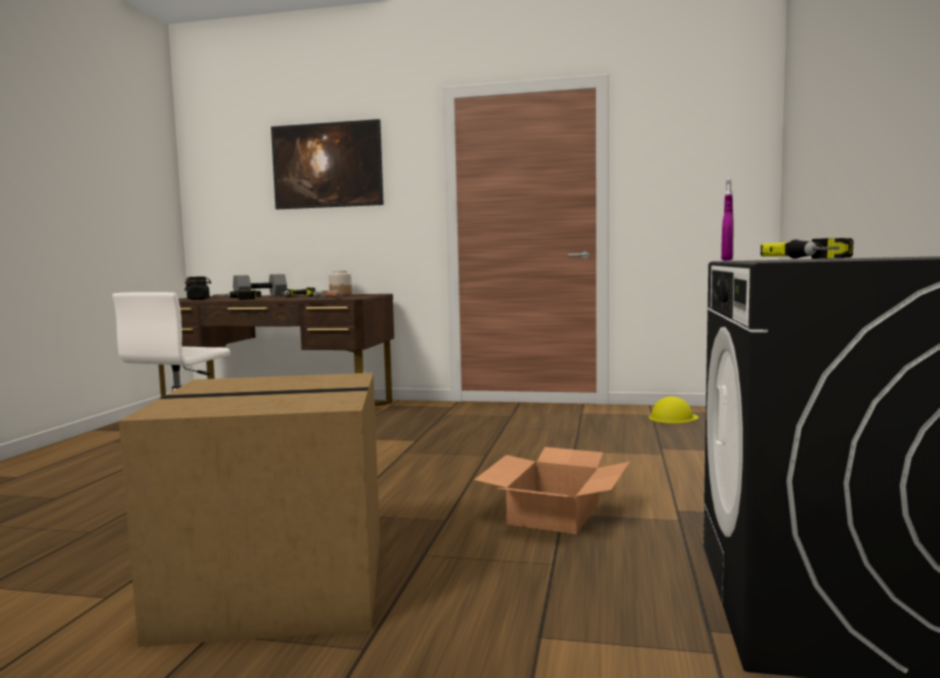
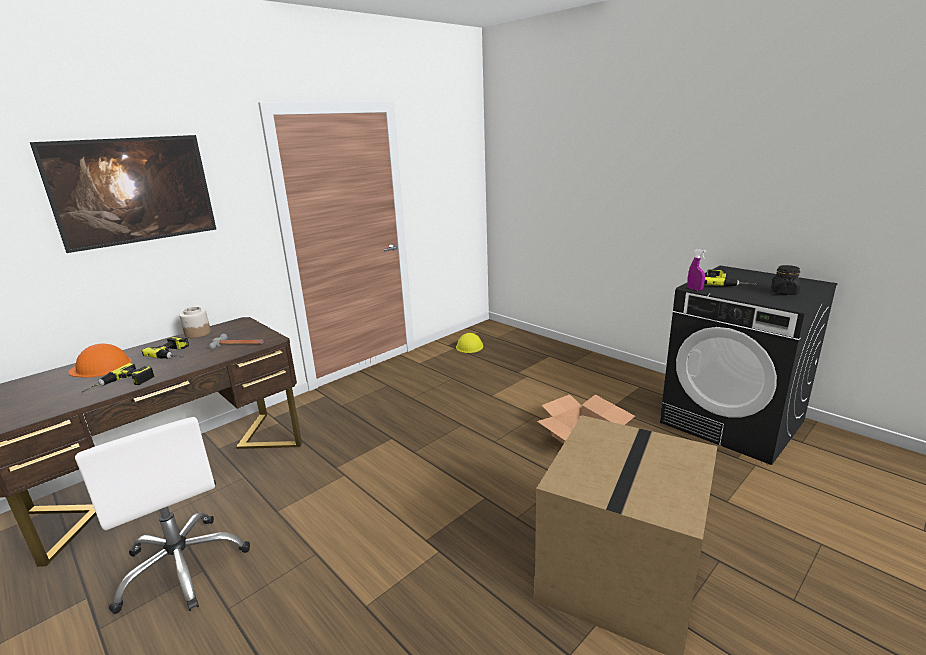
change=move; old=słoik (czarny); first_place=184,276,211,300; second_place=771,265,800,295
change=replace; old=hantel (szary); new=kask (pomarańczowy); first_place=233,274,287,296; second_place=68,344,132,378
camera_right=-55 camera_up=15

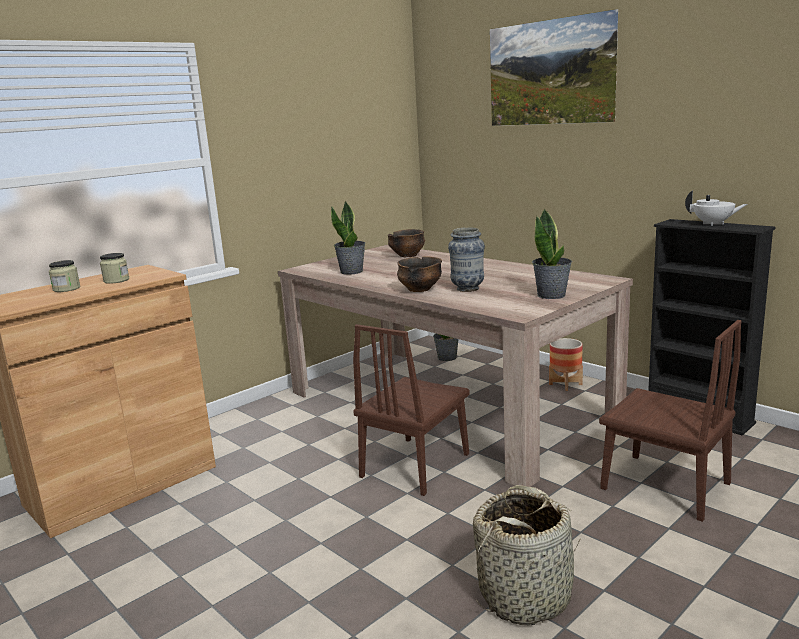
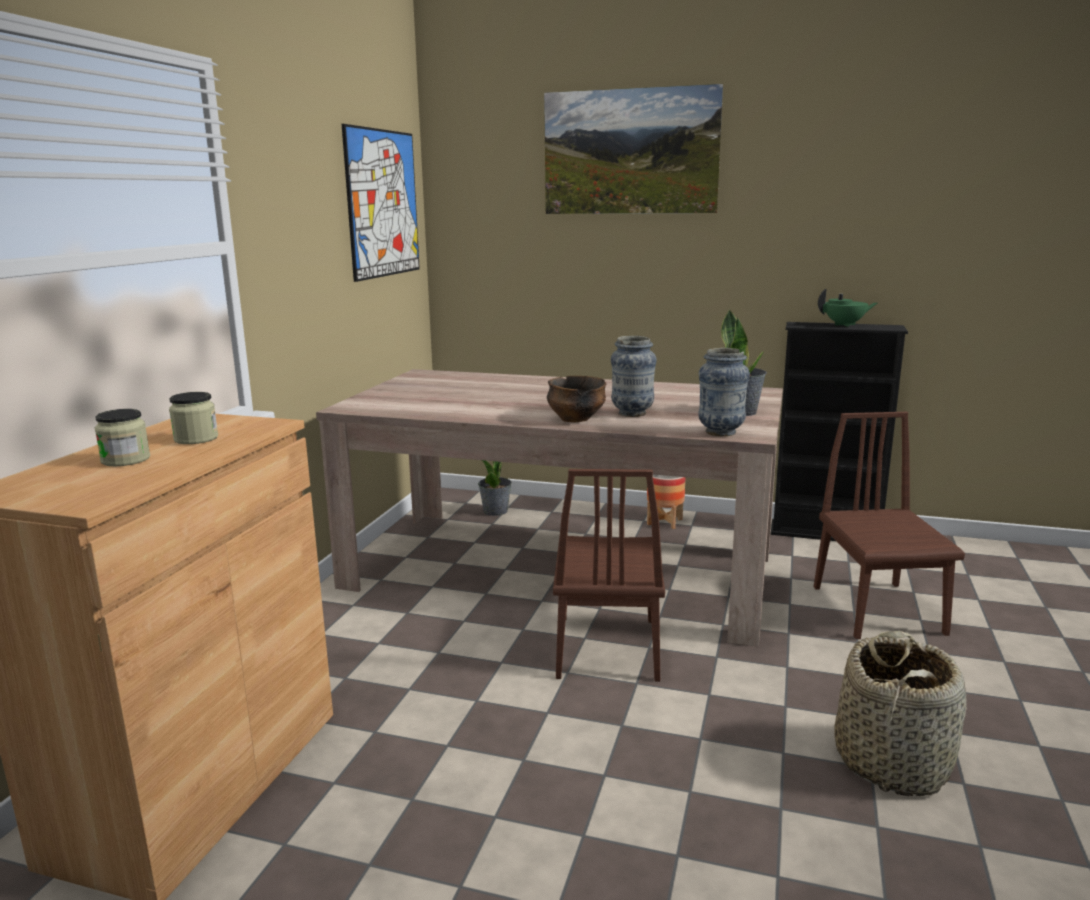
change=delete; old=roślina doniczkowa; first_place=331,201,365,275
change=delete; old=miska; first_place=388,229,425,257
change=insert; new=obraz; second_place=342,124,420,282
change=insert; new=wazon; second_place=698,348,750,436
change=recolor; old=imbryk (biały); new=imbryk (zielony); first_place=685,190,748,226; second_place=818,289,877,327
change=rotate; old=krzesło (brązowy); first_place=599,320,741,522; second_place=814,412,965,639; degrees=-105
camera_right=-30 camera_up=0

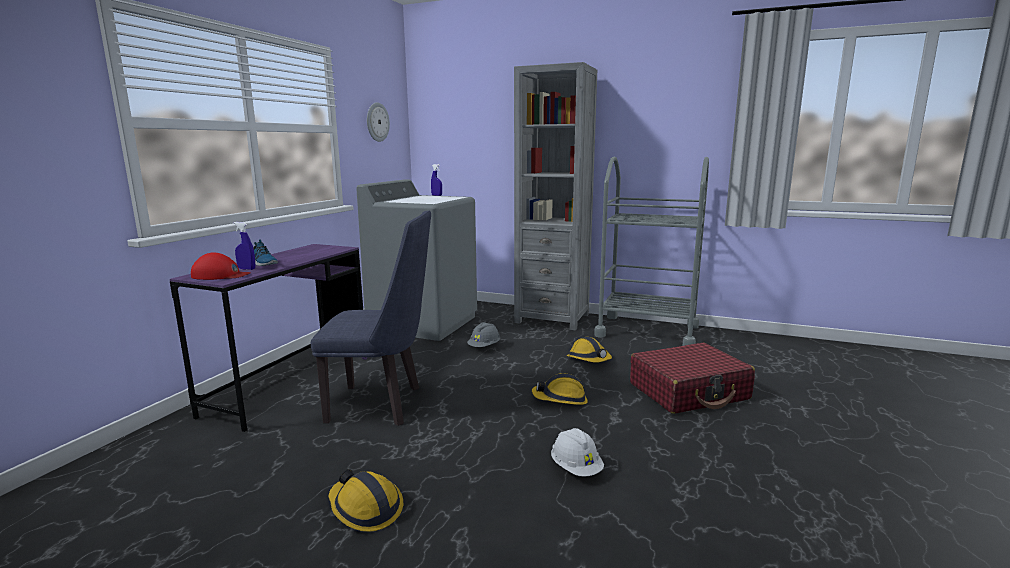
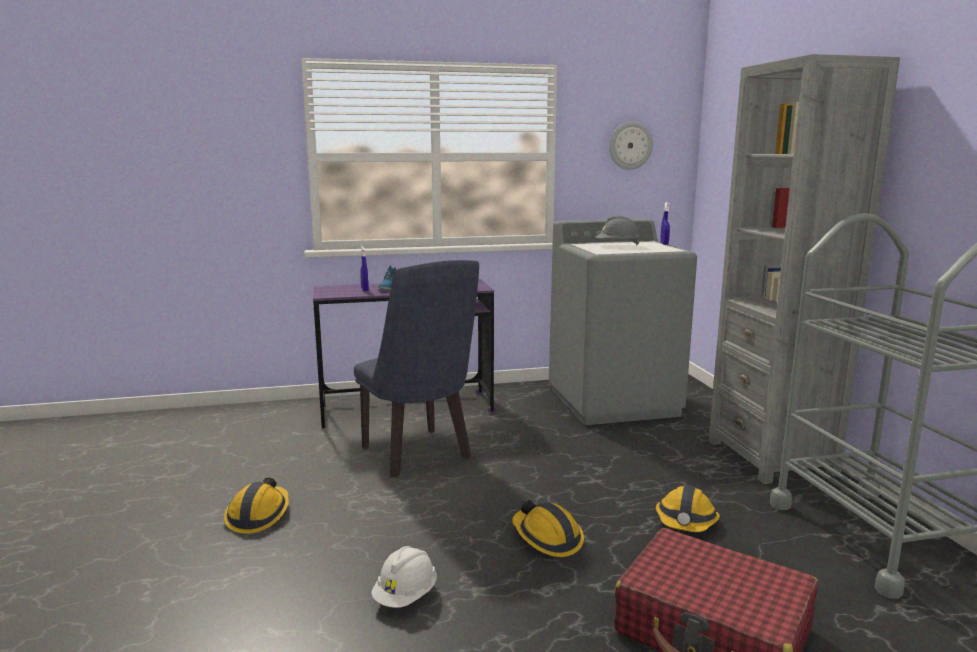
change=delete; old=czapka z daszkiem (czerwony); first_place=191,252,251,280
change=move; old=kask (szary); first_place=467,322,500,347; second_place=596,215,640,246
camera_right=55 camera_up=0

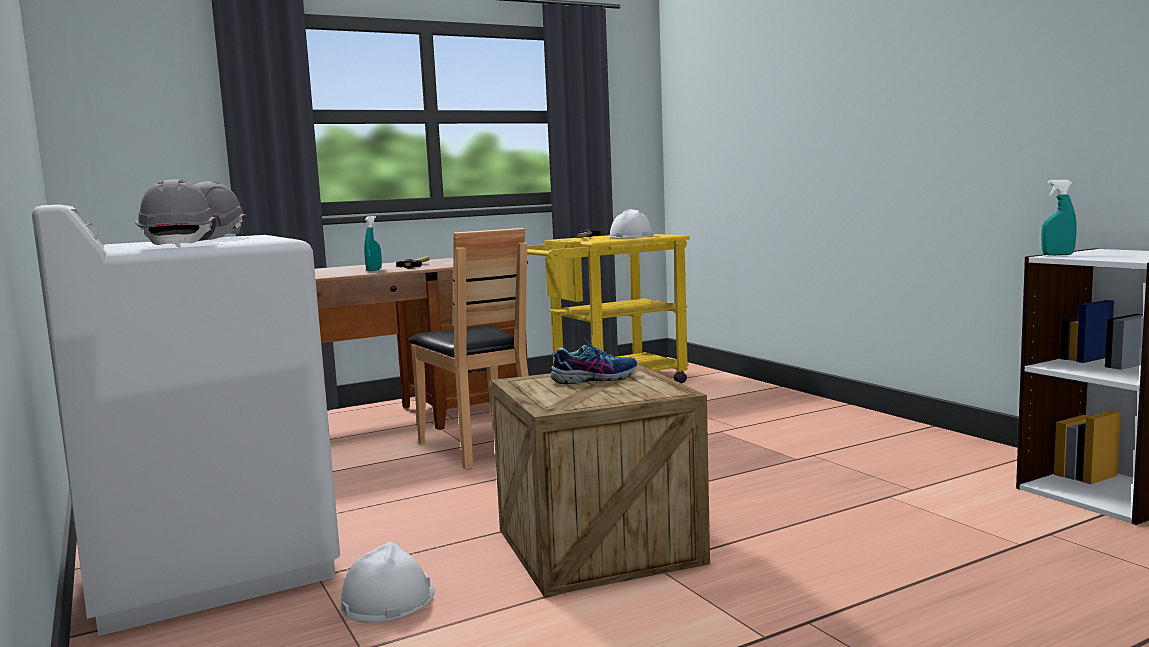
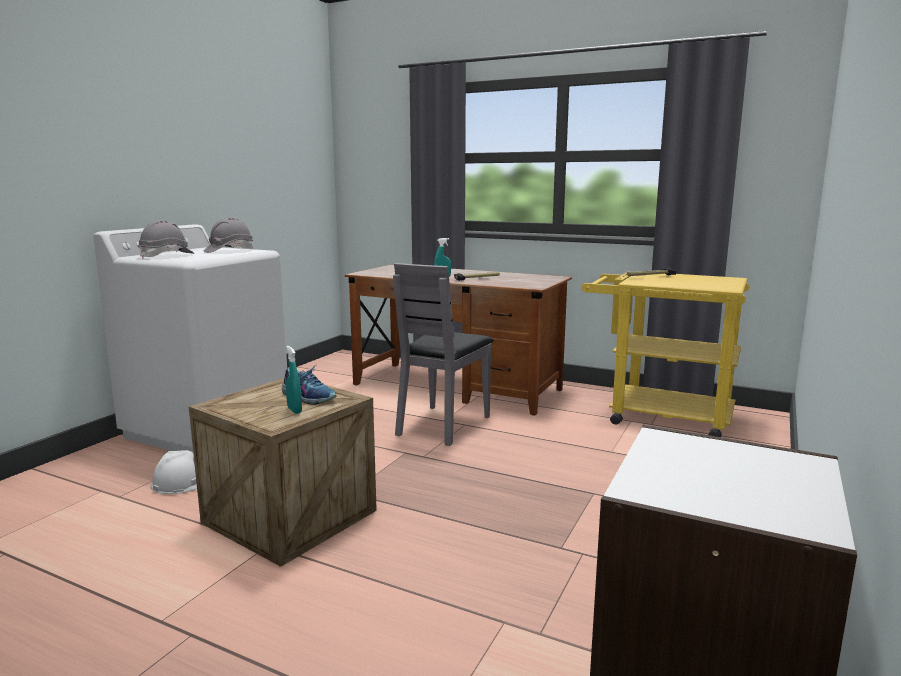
change=delete; old=kask (biały); first_place=609,209,654,238
change=move; old=spryskiwacz (turkusowy); first_place=1041,179,1076,255; second_place=286,346,302,414
change=recolor; old=krzesło (brązowy); new=krzesło (szary); first_place=408,228,529,470; second_place=393,263,494,446
camera_right=55 camera_up=5

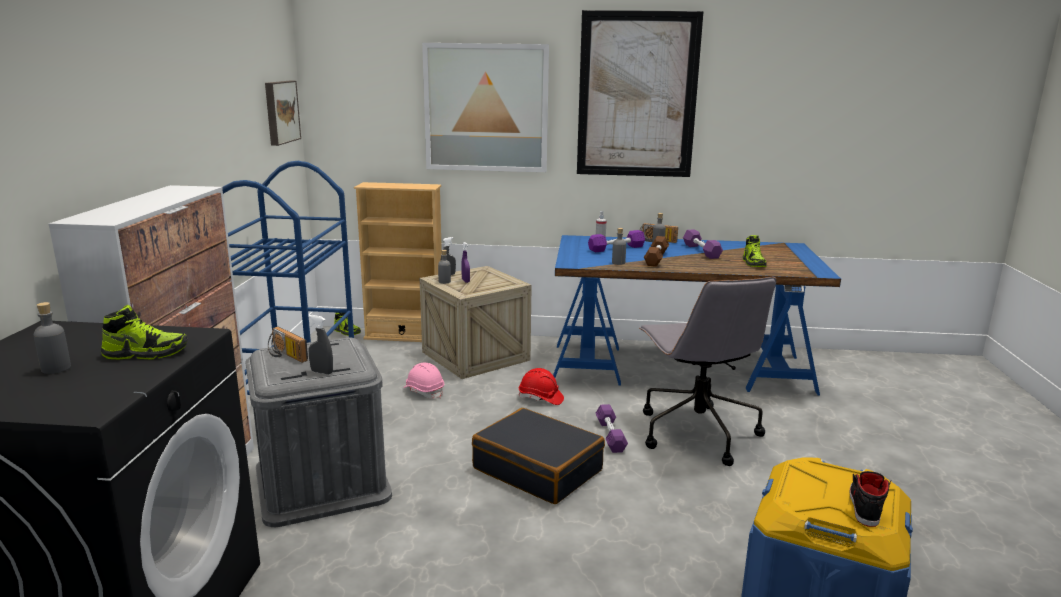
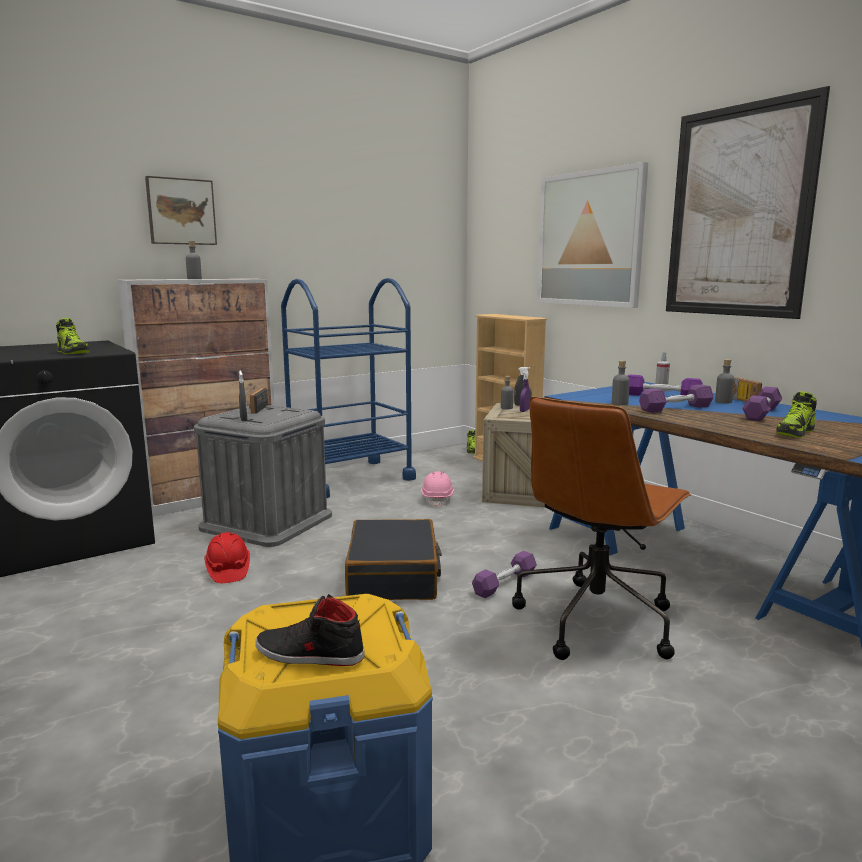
change=move; old=butelka (szary); first_place=34,302,71,374; second_place=186,241,202,279
change=move; old=obraz; first_place=265,81,301,146; second_place=145,176,217,245
change=move; old=kask (czerwony); first_place=519,368,564,405; second_place=204,532,250,583
change=recolor; old=krzesło biurowe (szary); new=krzesło biurowe (brązowy); first_place=639,277,776,466; second_place=512,396,692,660
change=recolor; old=hantel (brązowy); new=hantel (fioletowy); first_place=644,236,669,267; second_place=639,384,714,413
change=rotate; old=but (czarny); first_place=850,471,892,527; second_place=256,594,365,666; degrees=-150
camera_right=50 camera_up=-5

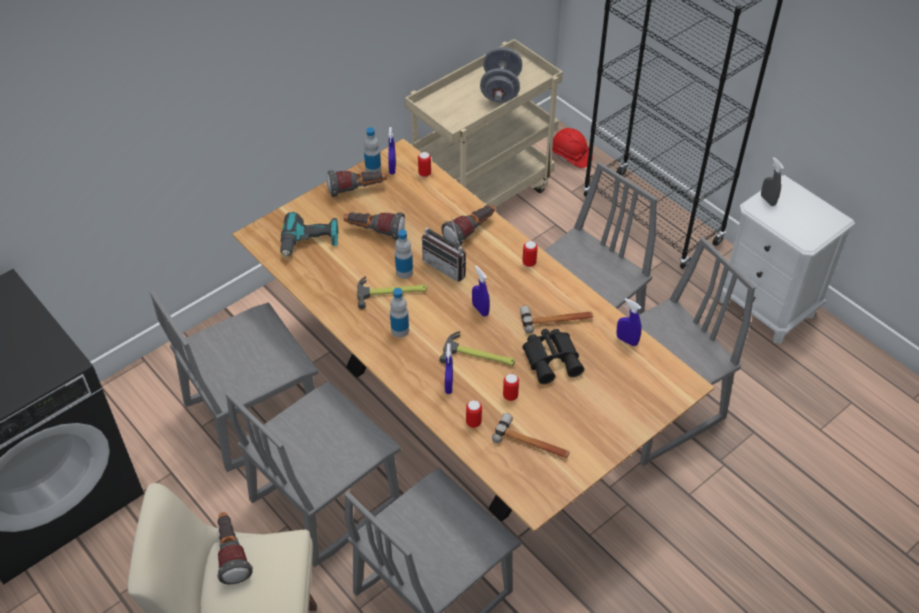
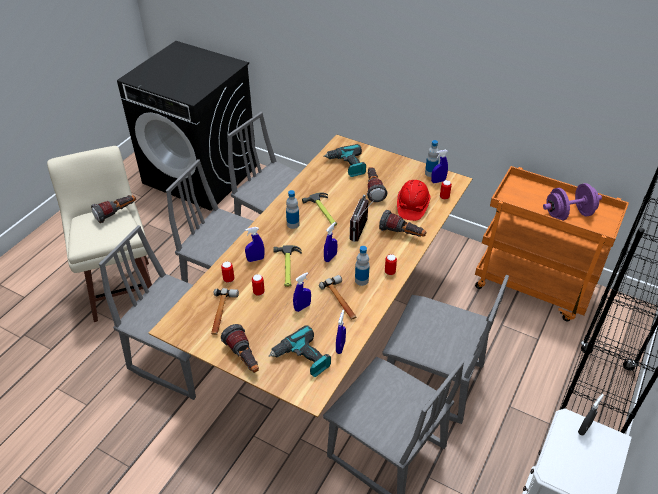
change=insert; new=wiertarka; second_place=269,326,331,377
change=move; old=latarka; first_place=327,170,387,197; second_place=221,324,259,373
change=move; old=butelka; first_place=395,229,413,279; second_place=355,246,370,286
change=move; old=kask (czerwony); first_place=552,128,593,168; second_place=397,180,430,221
change=replace; old=lornetka (czarny); new=spryskiwacz (niebieski); first_place=523,329,584,384; second_place=293,272,311,312
change=recolor; old=wózek (beżowy); new=wózek (pomarańczowy); first_place=405,39,563,207; second_place=475,166,629,321
change=recolor; old=hantel (szary); new=hantel (fioletowy); first_place=480,47,522,103; second_place=543,183,602,221
camera_right=70 camera_up=-5

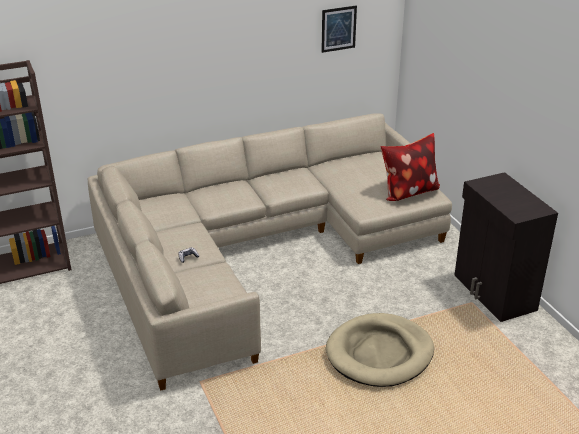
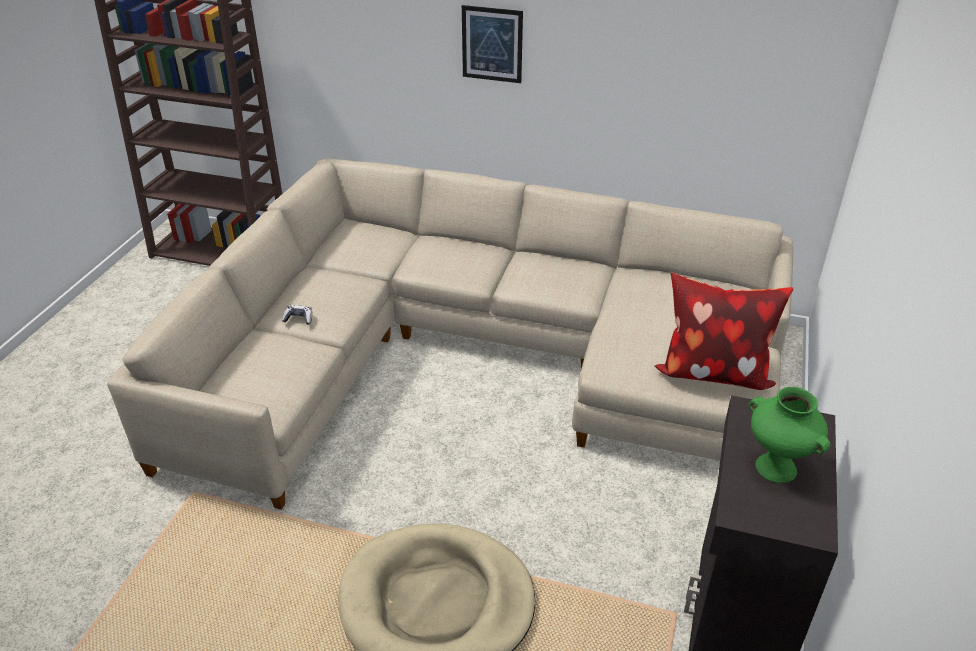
change=insert; new=wazon (zielony); second_place=749,387,830,483
change=move; old=obraz; first_place=321,5,357,53; second_place=462,5,523,83
camera_right=40 camera_up=5

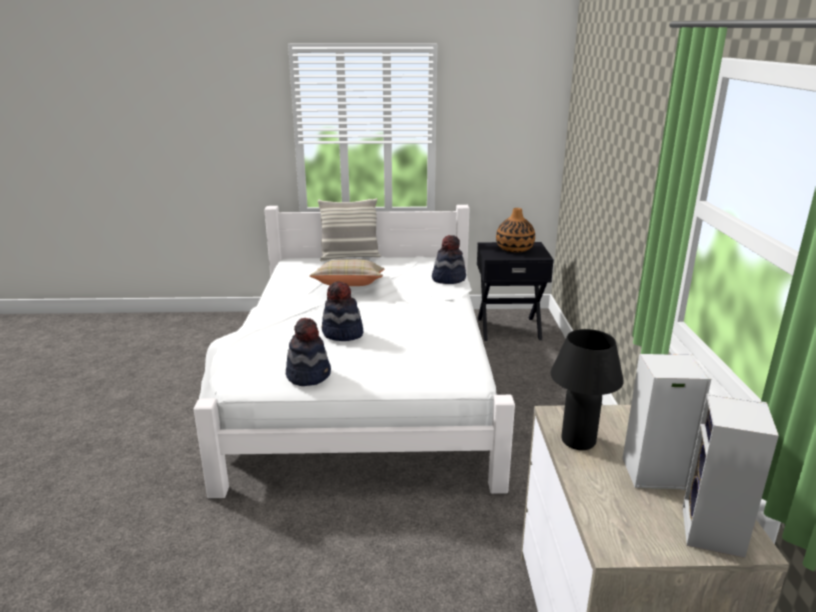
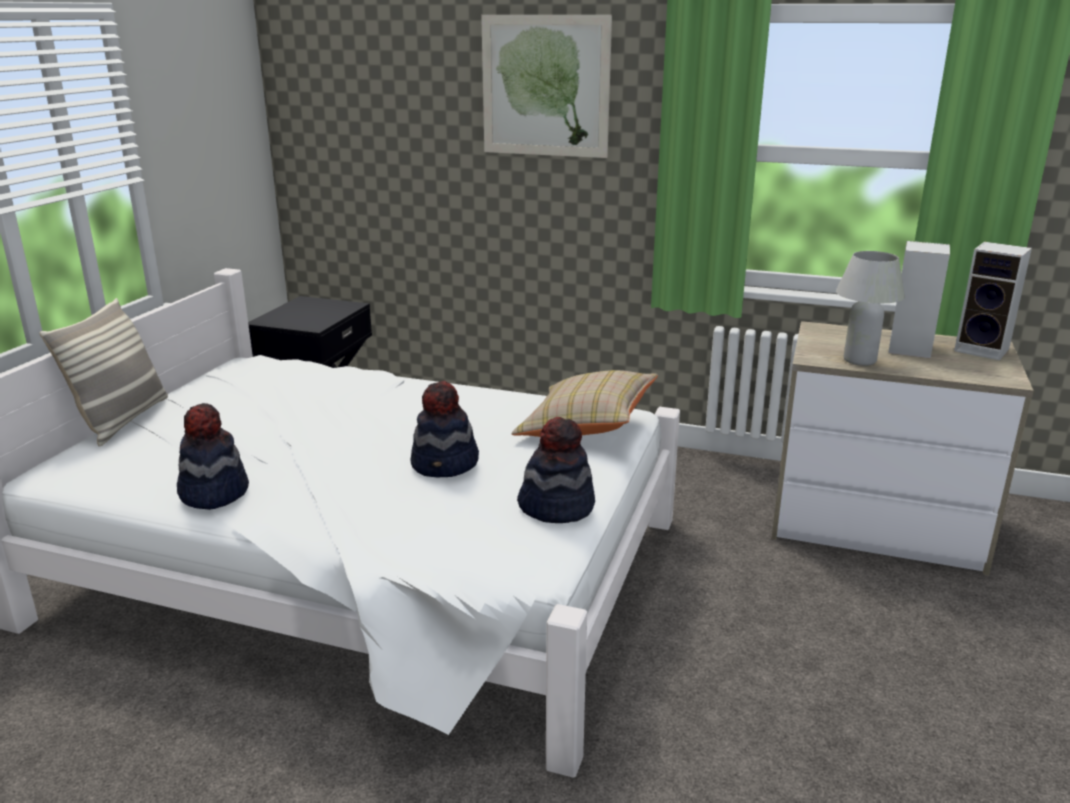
change=delete; old=wazon; first_place=496,208,535,252
change=insert; new=obraz; second_place=481,15,612,158
change=move; old=poduszka (beżowy); first_place=310,259,384,286; second_place=512,370,658,437
change=move; old=kapelusz; first_place=432,235,466,284; second_place=177,403,249,510
change=recolor; old=lampa stołowa (czarny); new=lampa stołowa (biały); first_place=550,329,624,450; second_place=836,251,905,366
camera_right=-70 camera_up=0

